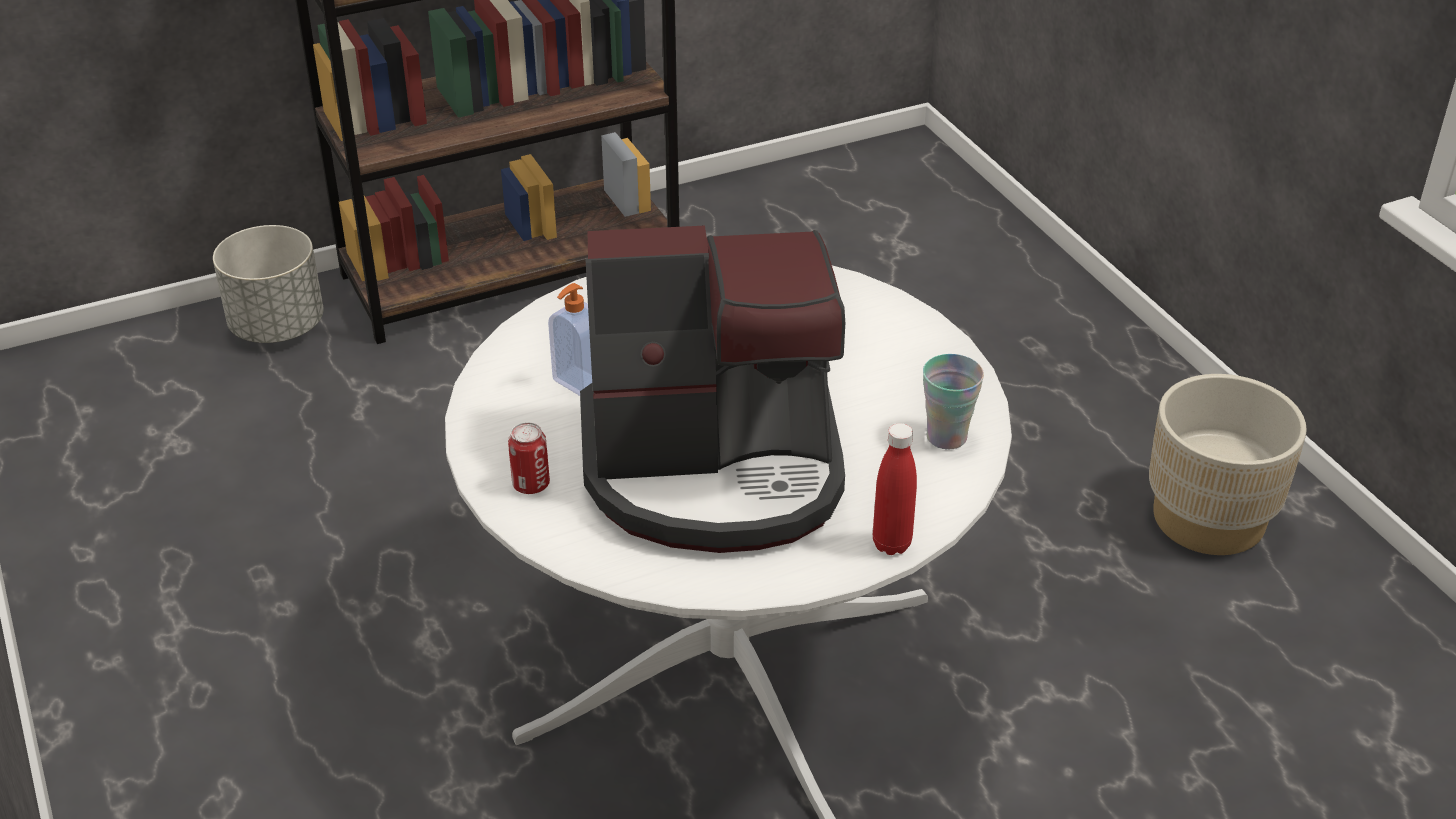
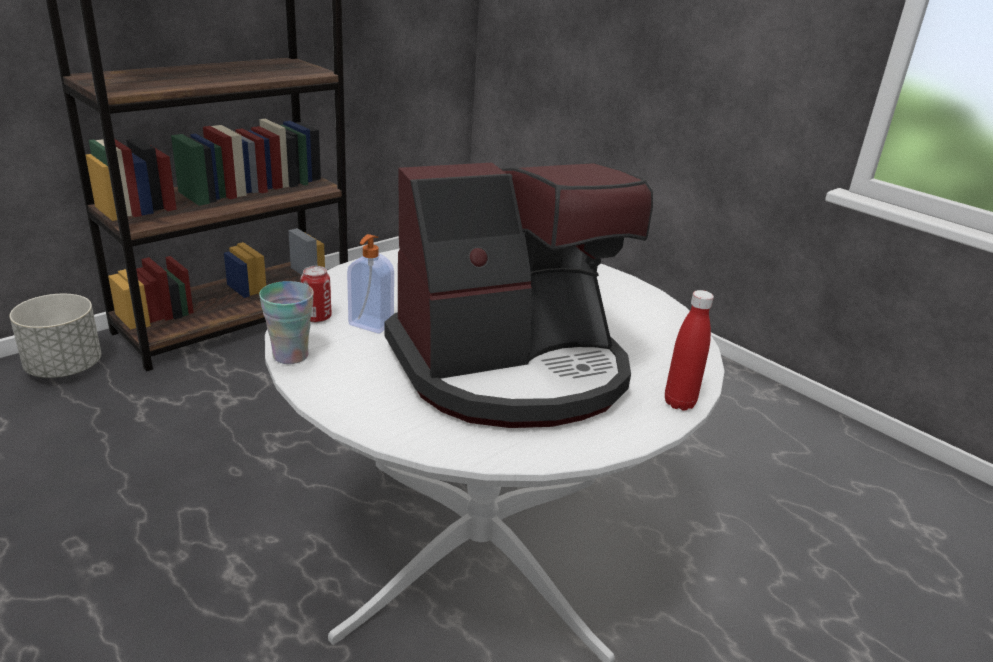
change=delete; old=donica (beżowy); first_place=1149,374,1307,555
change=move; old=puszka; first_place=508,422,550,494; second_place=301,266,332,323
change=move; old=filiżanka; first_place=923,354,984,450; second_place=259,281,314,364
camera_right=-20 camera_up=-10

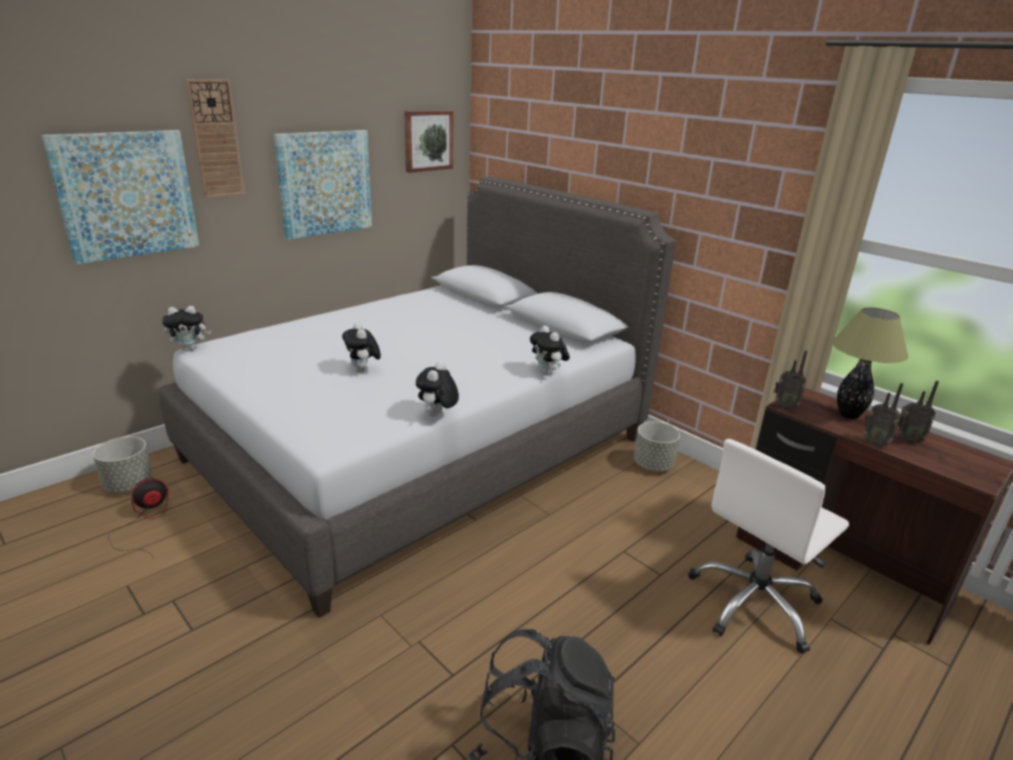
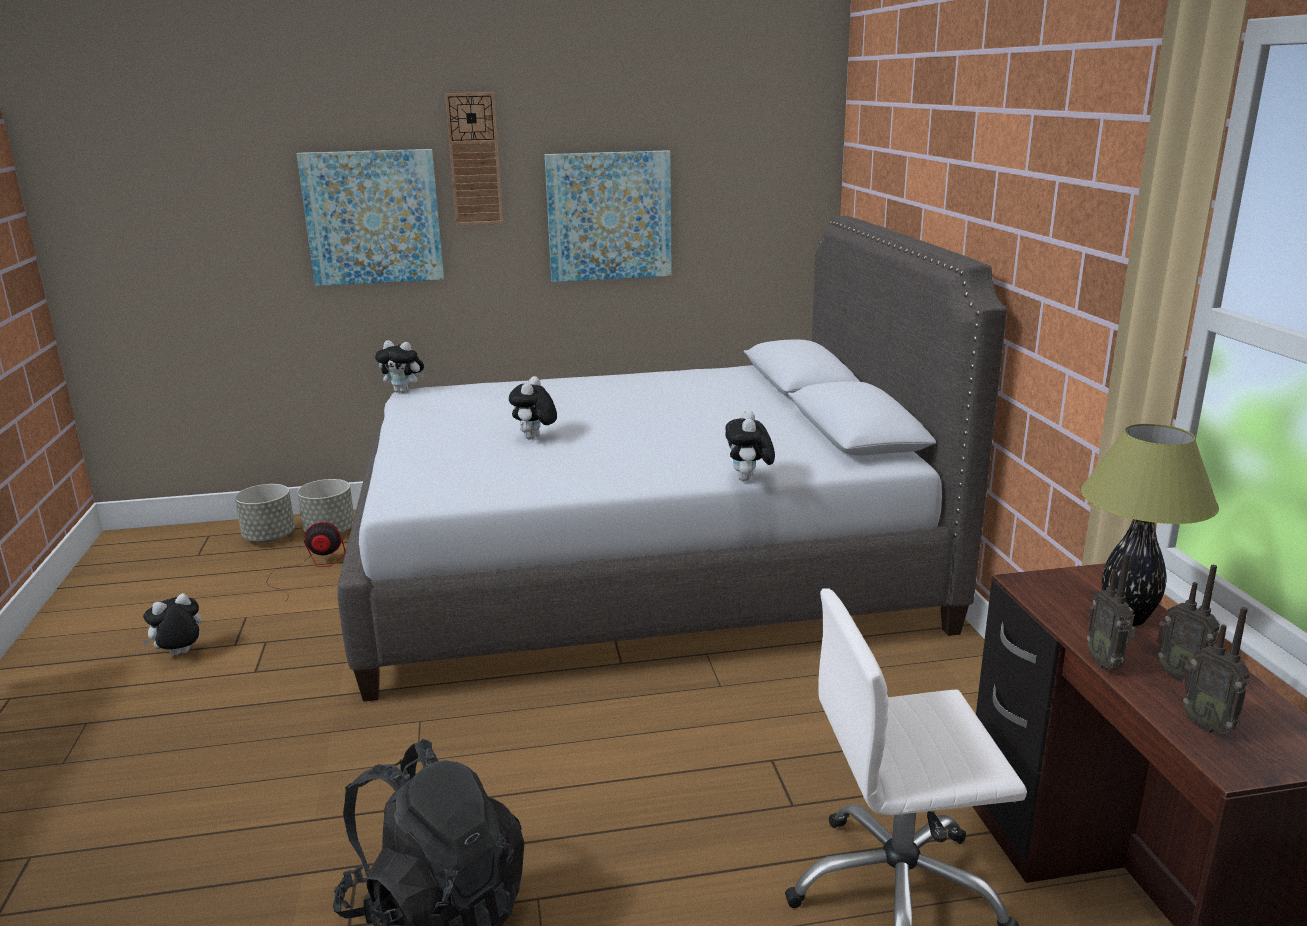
change=delete; old=obraz; first_place=404,110,453,173
change=move; old=pluszak; first_place=416,361,459,417; second_place=142,593,203,655
change=move; old=donica (szary); first_place=634,422,680,471; second_place=235,484,295,542
change=move; old=radio; first_place=774,350,807,410; second_place=1181,607,1250,734
camera_right=35 camera_up=-5

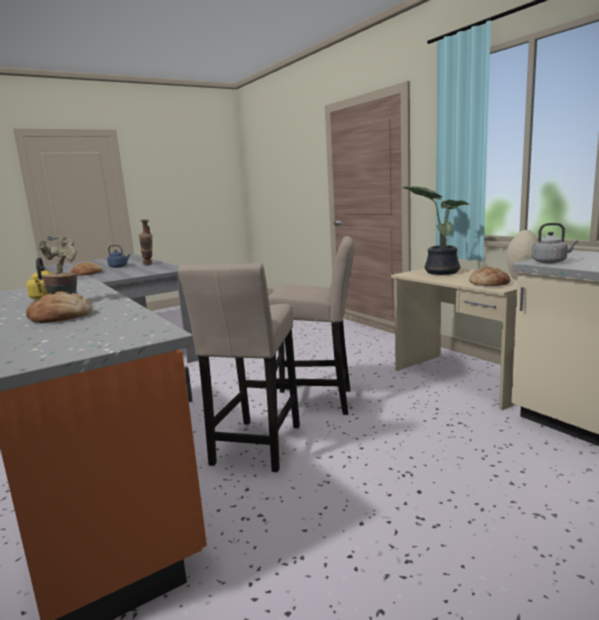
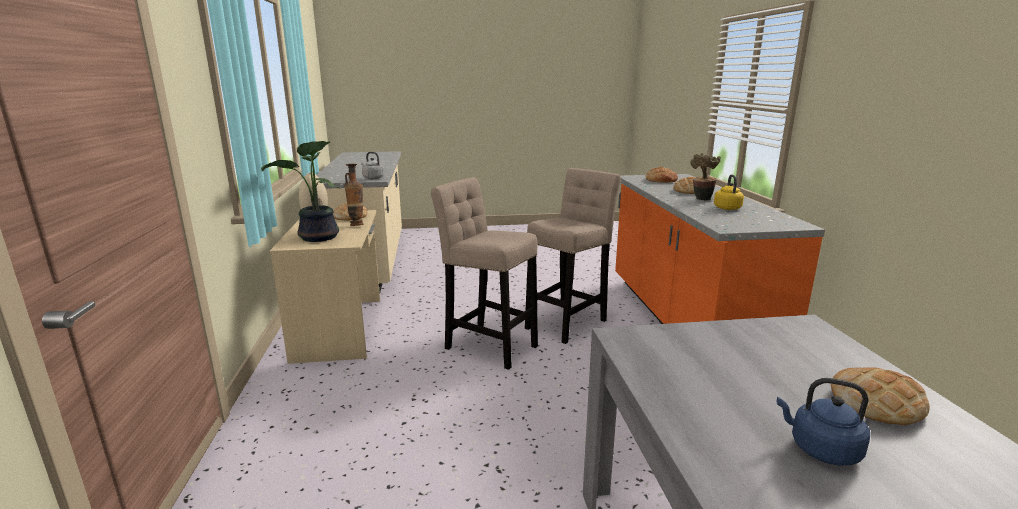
change=insert; new=chleb; second_place=645,167,678,183
change=move; old=wazon; first_place=139,219,153,265; second_place=344,164,364,226
camera_right=-155 camera_up=5

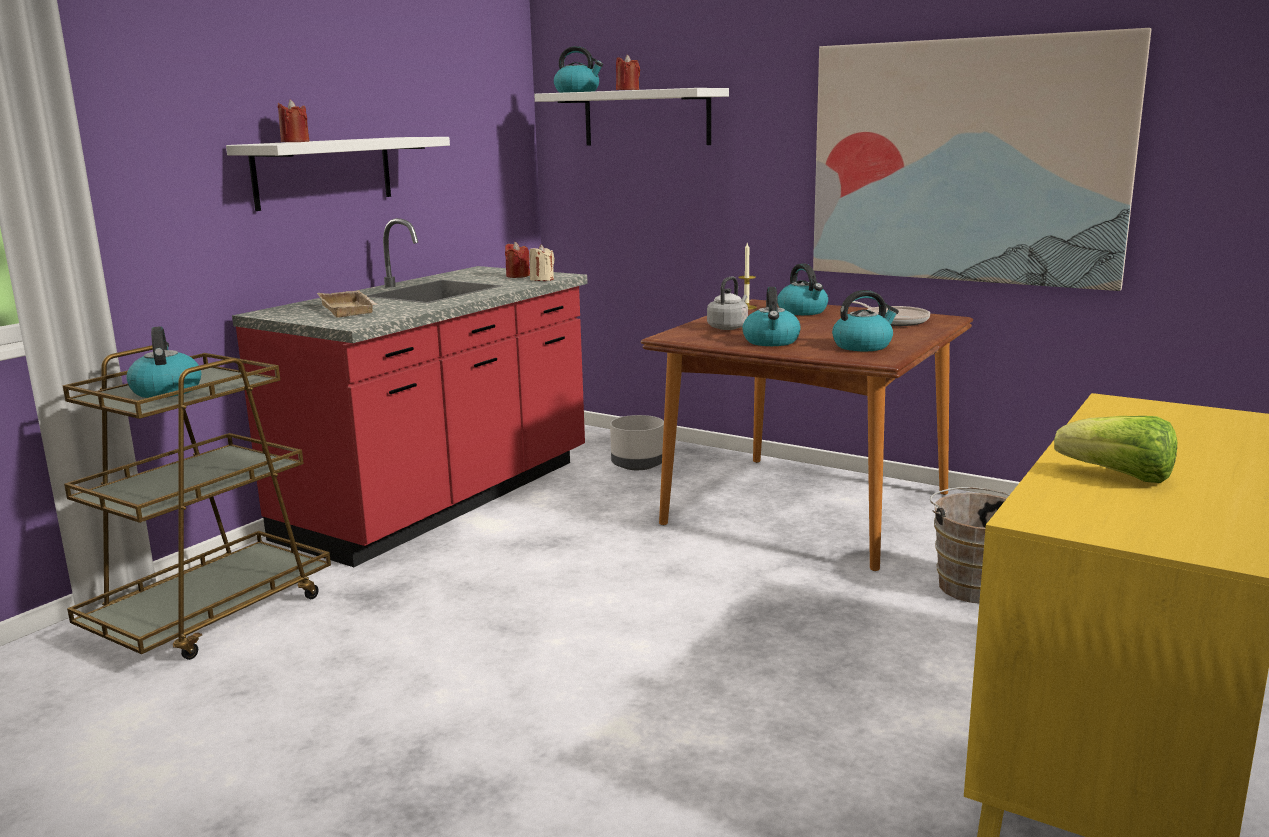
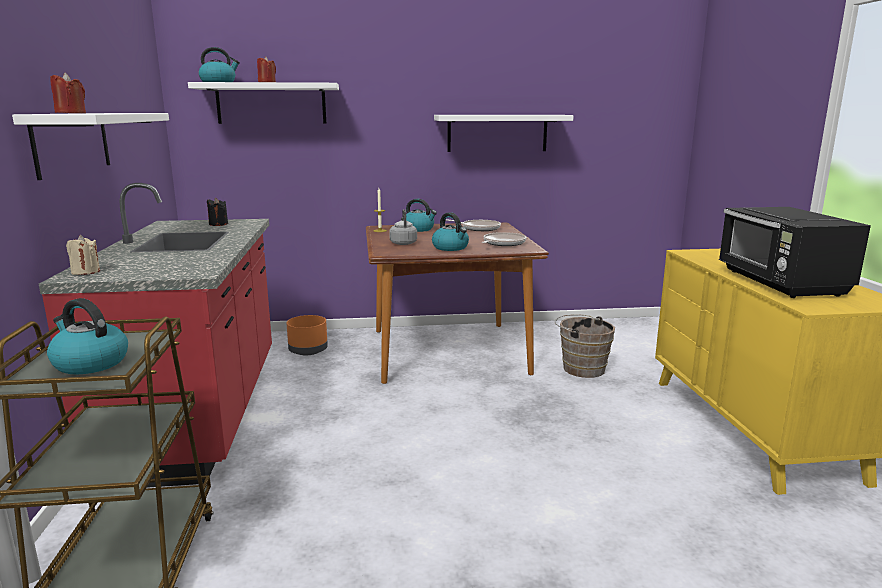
change=delete; old=taca (beżowy); first_place=317,291,378,318
change=move; old=świeca (beżowy); first_place=529,244,555,281; second_place=66,235,100,275
change=replace; old=obraz; new=półka (biały); first_place=813,28,1152,291; second_place=434,115,574,152
change=replace; old=czajnik; new=patelnia; first_place=832,290,899,351; second_place=482,232,526,246
change=replace; old=sałata; new=mikrofalówka (czarny); first_place=1054,416,1177,483; second_place=718,207,871,298
change=recolor; old=świeca (czerwony); new=świeca (czarny); first_place=505,242,530,278; second_place=207,198,228,226
change=recolor; old=donica (szary); new=donica (pomarańczowy); first_place=610,415,664,470; second_place=286,315,328,355
camera_right=-40 camera_up=0

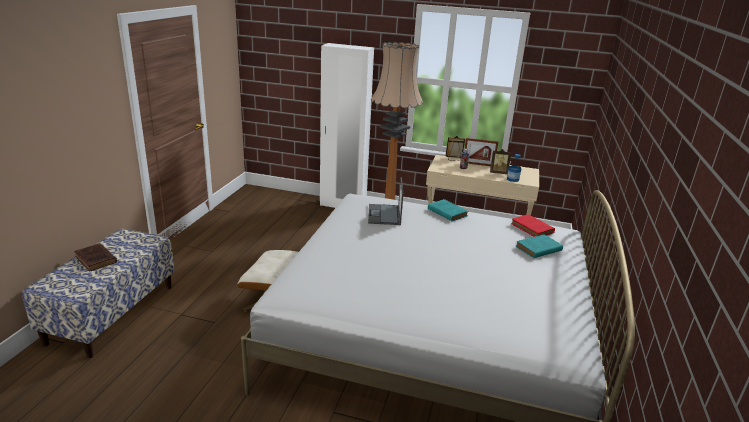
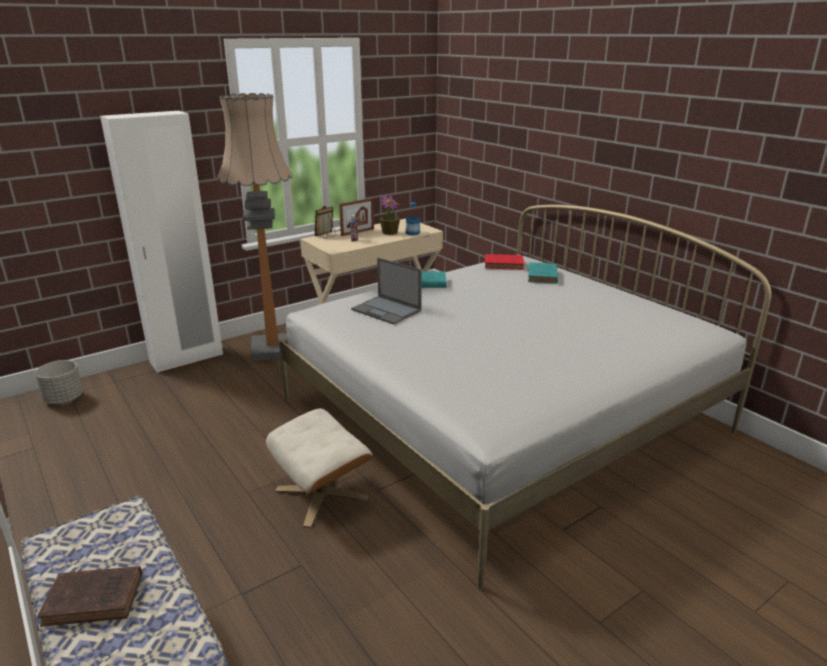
change=insert; new=donica (szary); second_place=35,360,83,404
change=replace; old=ramka na zdjęcie; new=roślina doniczkowa; first_place=490,149,511,174; second_place=380,195,400,235
camera_right=-50 camera_up=0

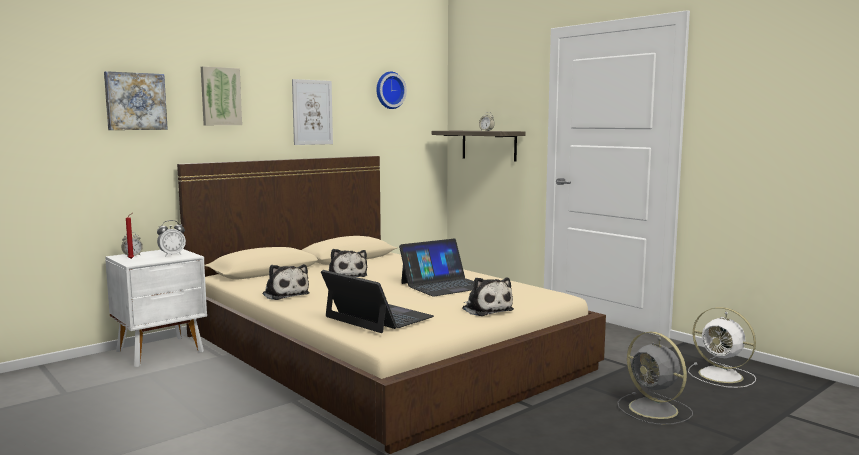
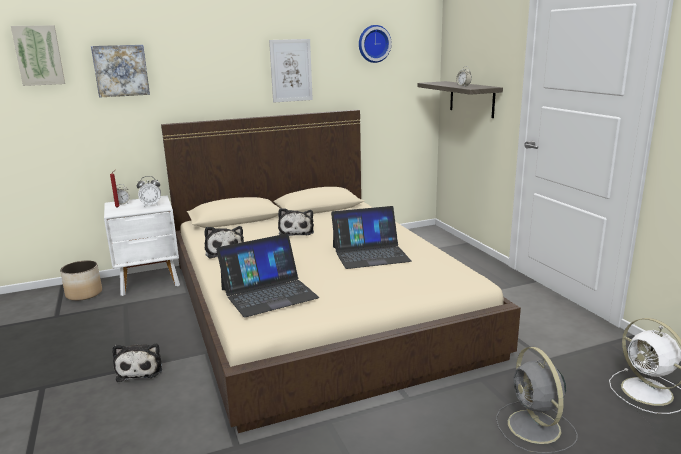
change=insert; new=donica; second_place=60,260,102,301
change=move; old=obraz; first_place=201,66,242,125; second_place=11,25,65,86
change=move; old=pluszak; first_place=462,277,514,316; second_place=112,344,162,382
change=rotate; old=laptop; first_place=321,270,434,333; second_place=216,234,319,317; degrees=90
camera_right=20 camera_up=10

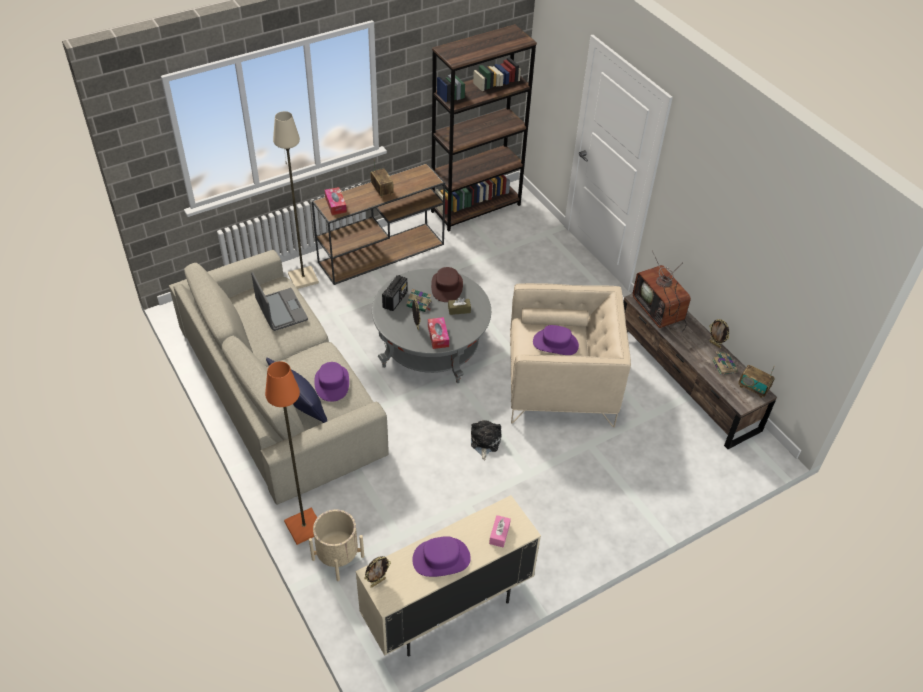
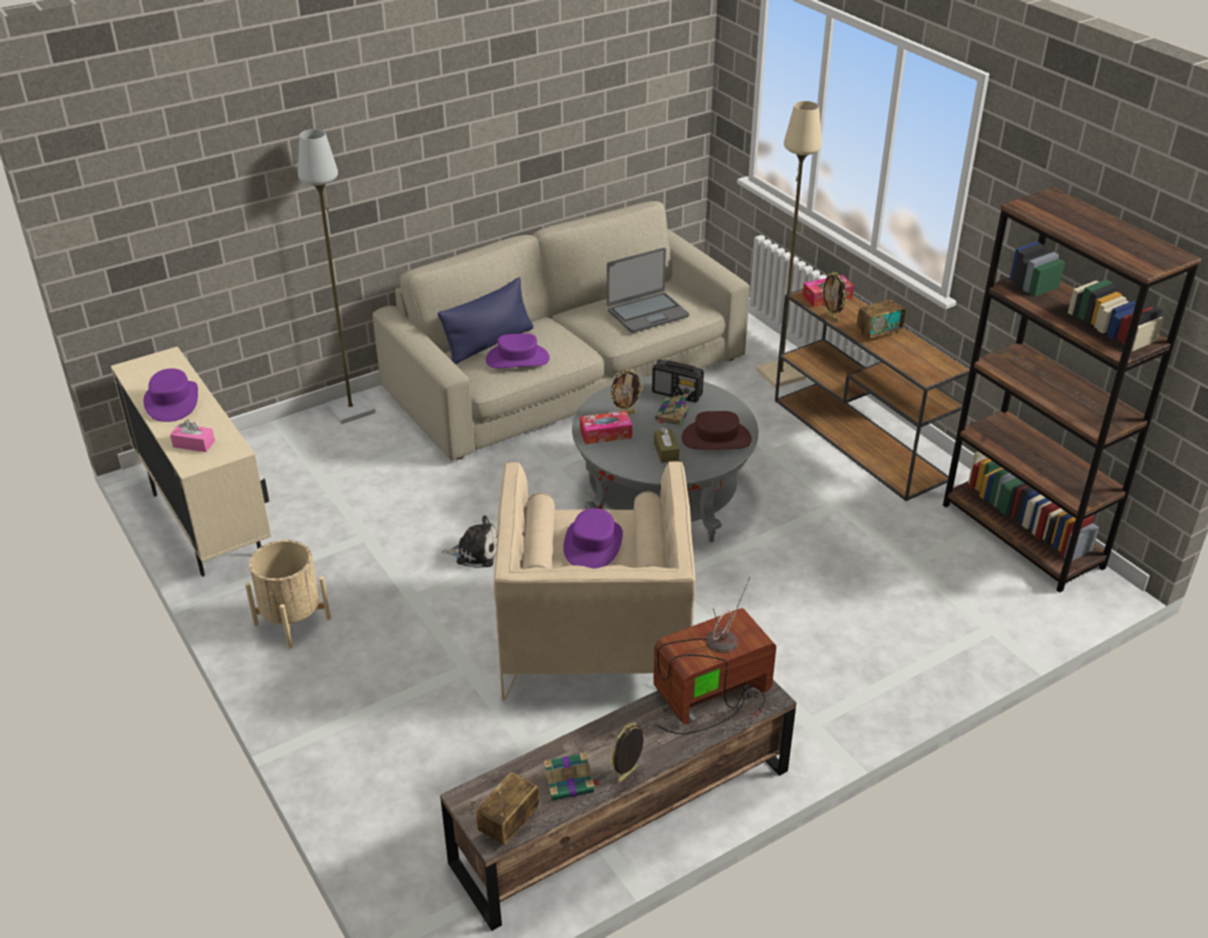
change=move; old=donica (beżowy); first_place=309,509,364,581; second_place=245,540,331,648
change=move; old=ramka na zdjęcie; first_place=364,556,391,588; second_place=821,272,847,322
change=recolor; old=lampa stojąca (pomarańczowy); new=lampa stojąca (szary); first_place=265,361,317,545; second_place=298,129,376,424
camera_right=90 camera_up=-10

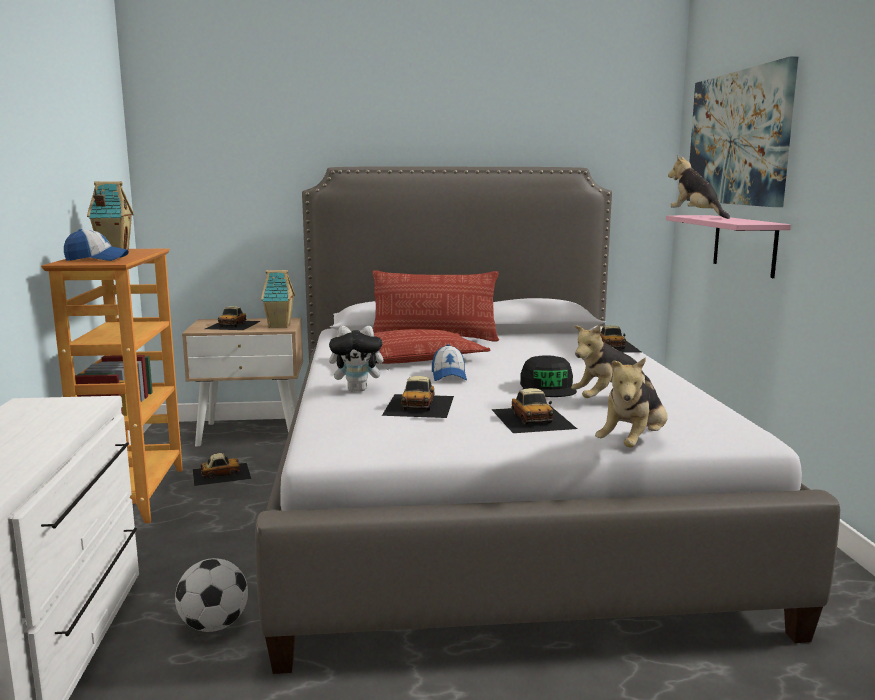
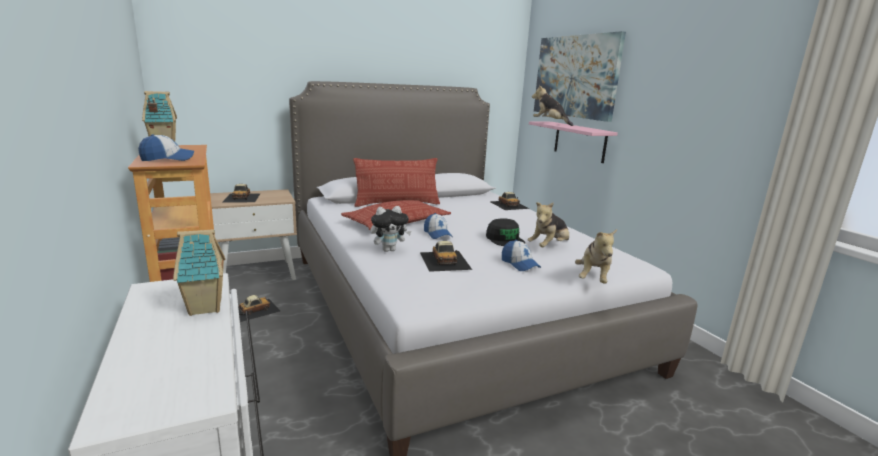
change=delete; old=piłka futbolowa; first_place=175,558,248,632
change=move; old=domek; first_place=261,270,295,328; second_place=173,229,225,316
change=replace; old=samochodzik; new=czapka z daszkiem; first_place=491,388,577,433; second_place=502,240,541,271
camera_right=-20 camera_up=5

